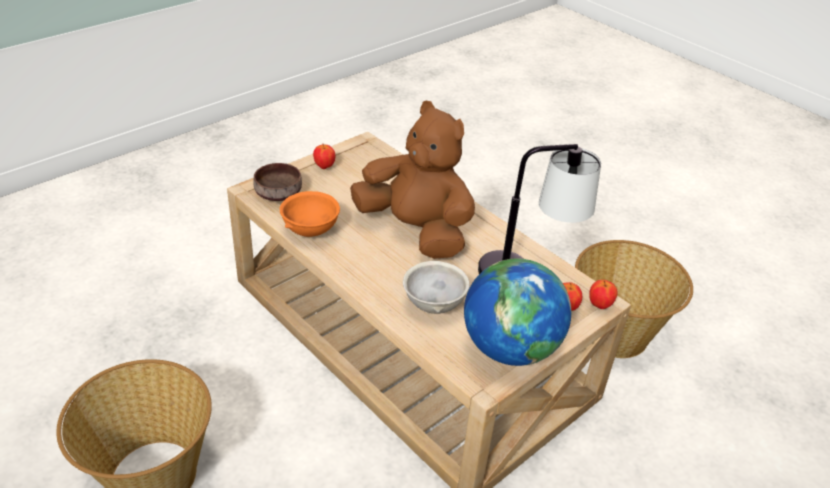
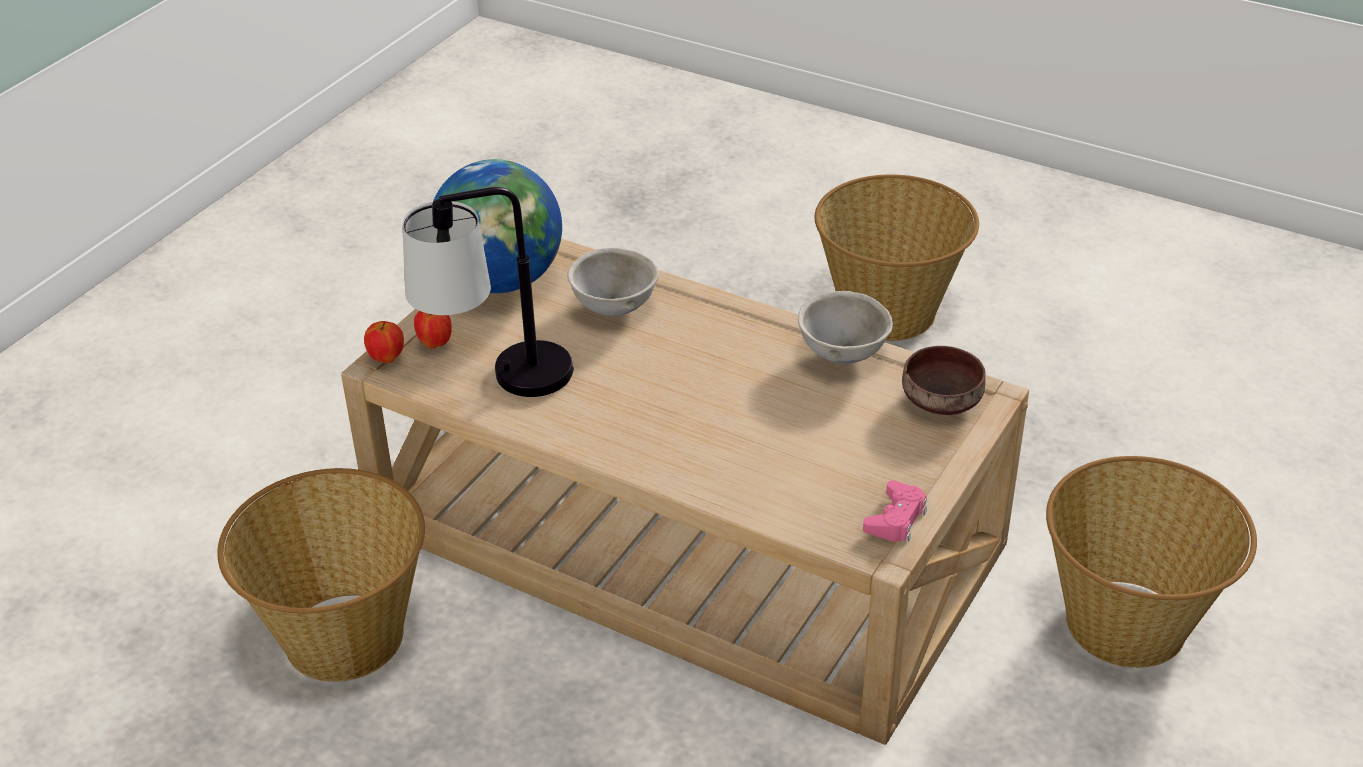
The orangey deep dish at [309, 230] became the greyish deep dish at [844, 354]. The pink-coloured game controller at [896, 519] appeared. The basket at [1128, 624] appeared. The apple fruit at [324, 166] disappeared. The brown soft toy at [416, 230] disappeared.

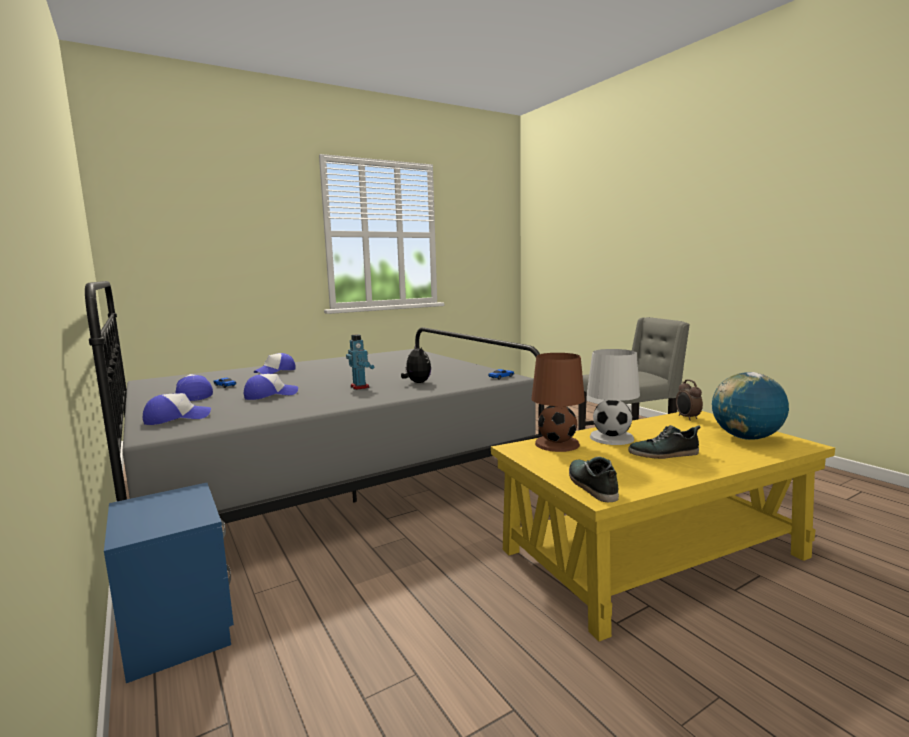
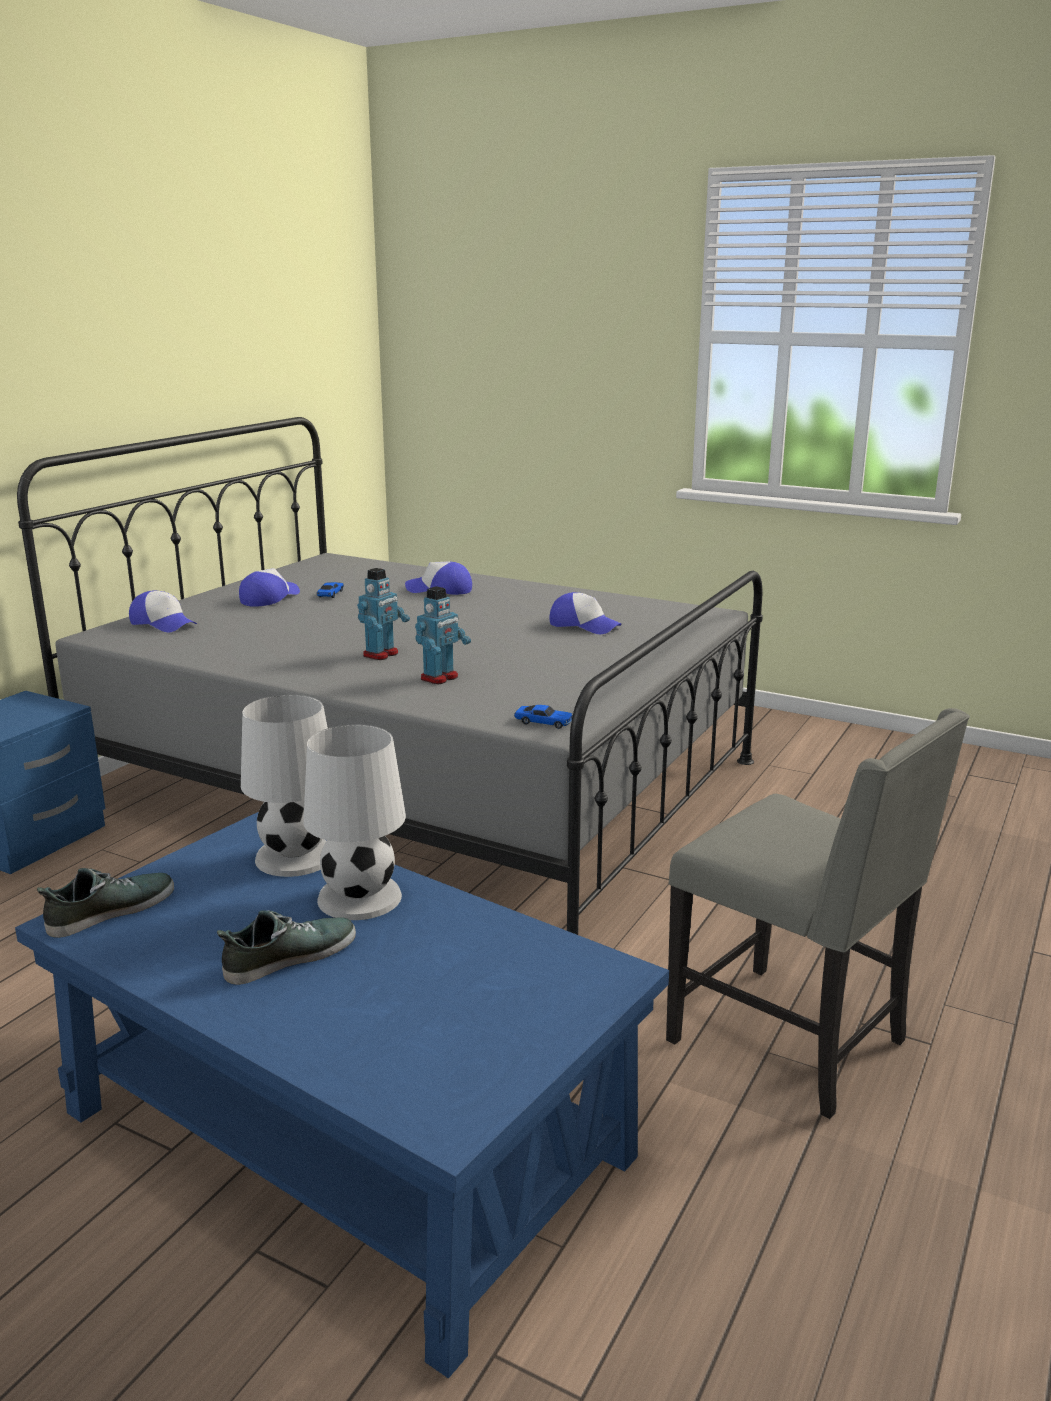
The yellowish lounge table at [652, 554] became the bluish lounge table at [342, 1134]. The item of footwear at [664, 454] turned 90 degrees clockwise. The brown lamp for a table at [556, 444] became the white lamp for a table at [295, 856]. The soft toy at [417, 383] was replaced by the model robot at [440, 678]. The cap moved from [270, 395] to [584, 625]. The table clock at [687, 418] disappeared. The world globe at [746, 438] disappeared.

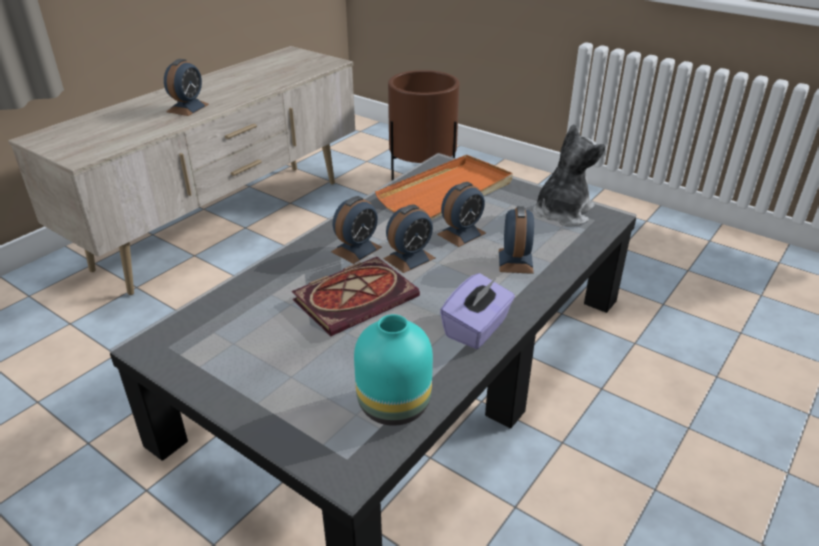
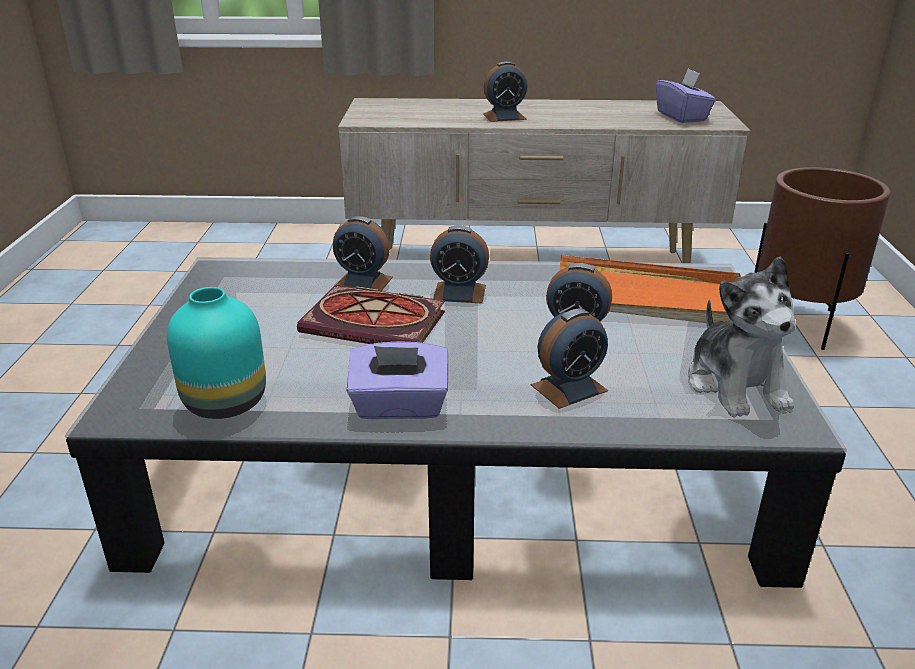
The table clock moved from [409, 258] to [363, 282]. The purple-coloured tissue holder at [682, 116] appeared. The soft toy at [561, 213] turned 75 degrees clockwise.

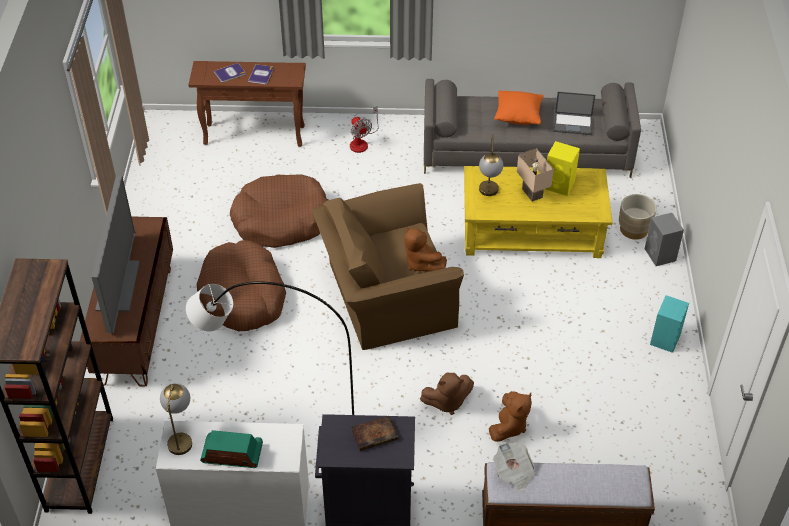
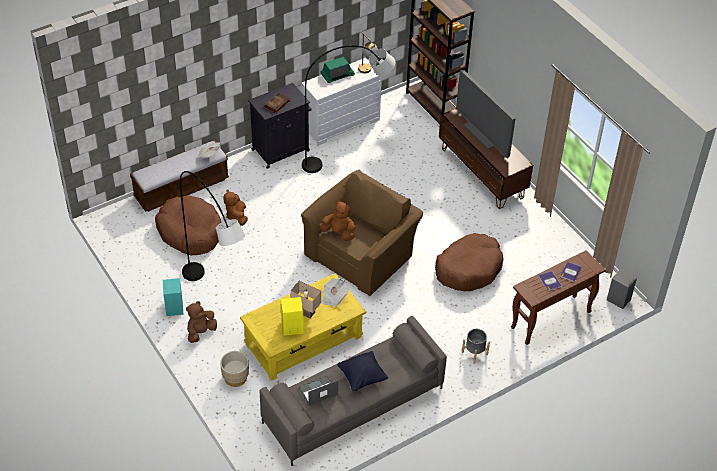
The brown dog bed moved from [243, 296] to [190, 232]. The greyish standing lamp at [217, 298] appeared. The brown soft toy moved from [447, 402] to [201, 332]. The lamp for a table at [488, 194] was replaced by the daily paper at [333, 297]. The orangey cushion at [518, 117] became the blackish cushion at [362, 377]. The cooling fan at [362, 142] was replaced by the greyish flower pot at [474, 353]. The greyish loudspeaker moved from [660, 255] to [618, 299].

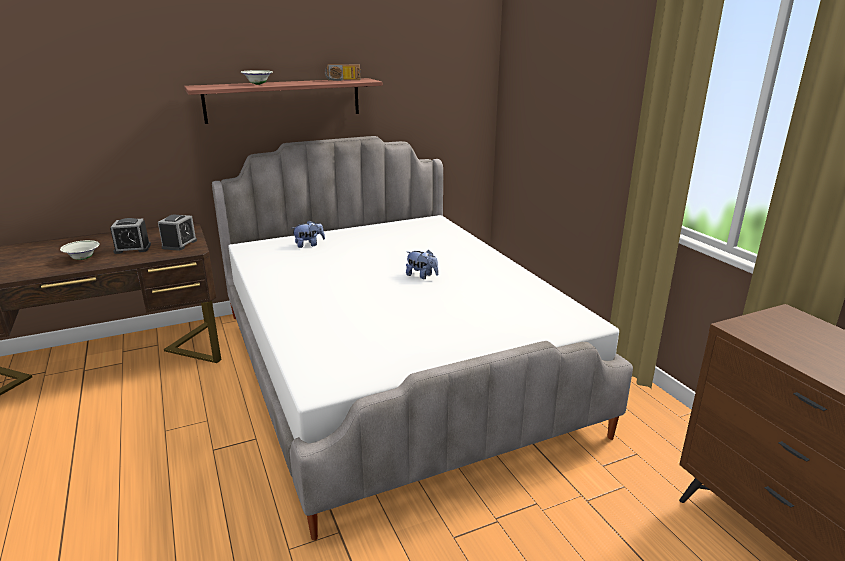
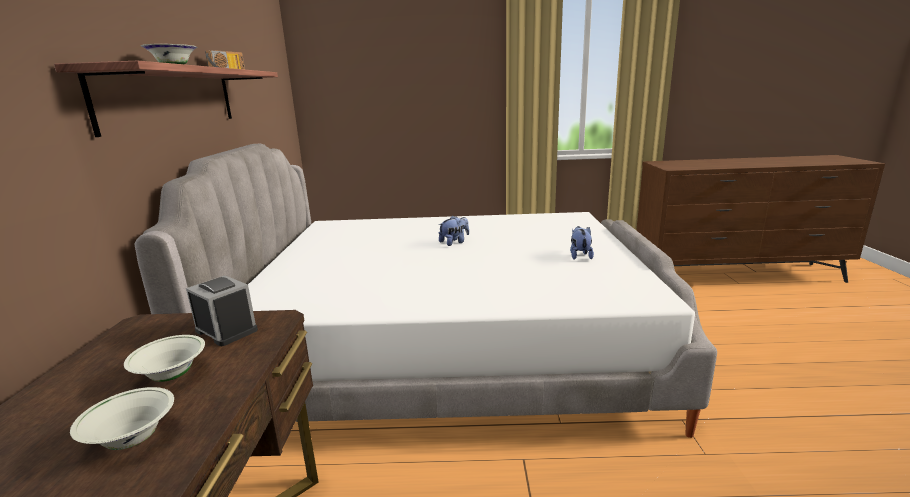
The table clock at [132, 248] was replaced by the white deep dish at [172, 376]. The soft toy moved from [309, 245] to [579, 255].

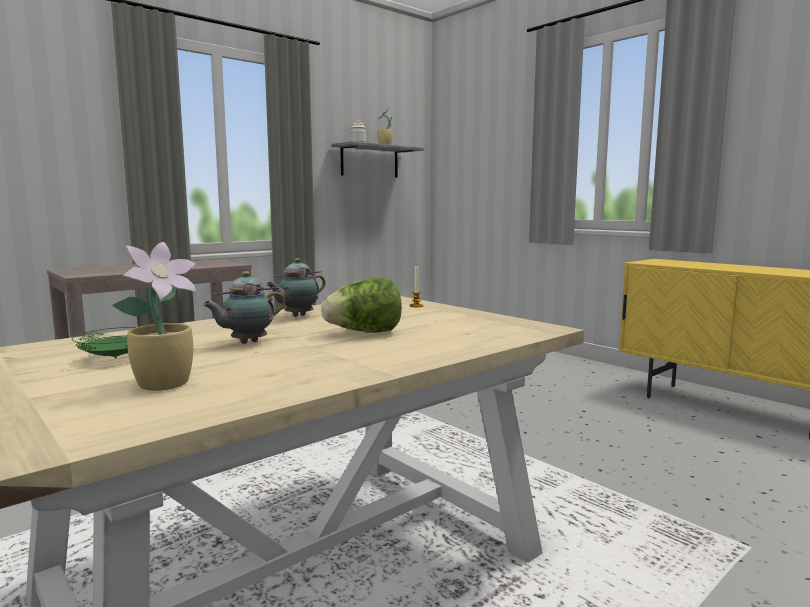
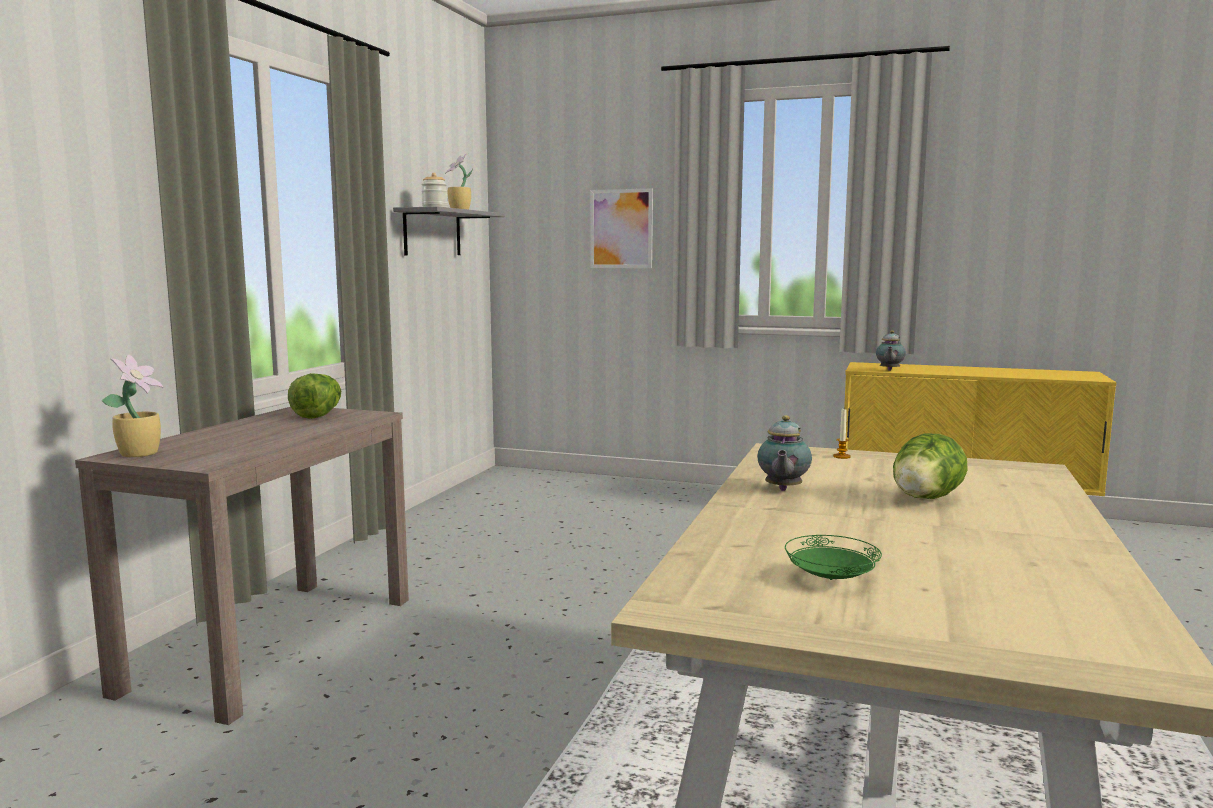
The houseplant moved from [167, 384] to [141, 454]. The head of lettuce at [318, 415] appeared. The wall picture at [621, 229] appeared. The pot for tea moved from [246, 343] to [889, 370].

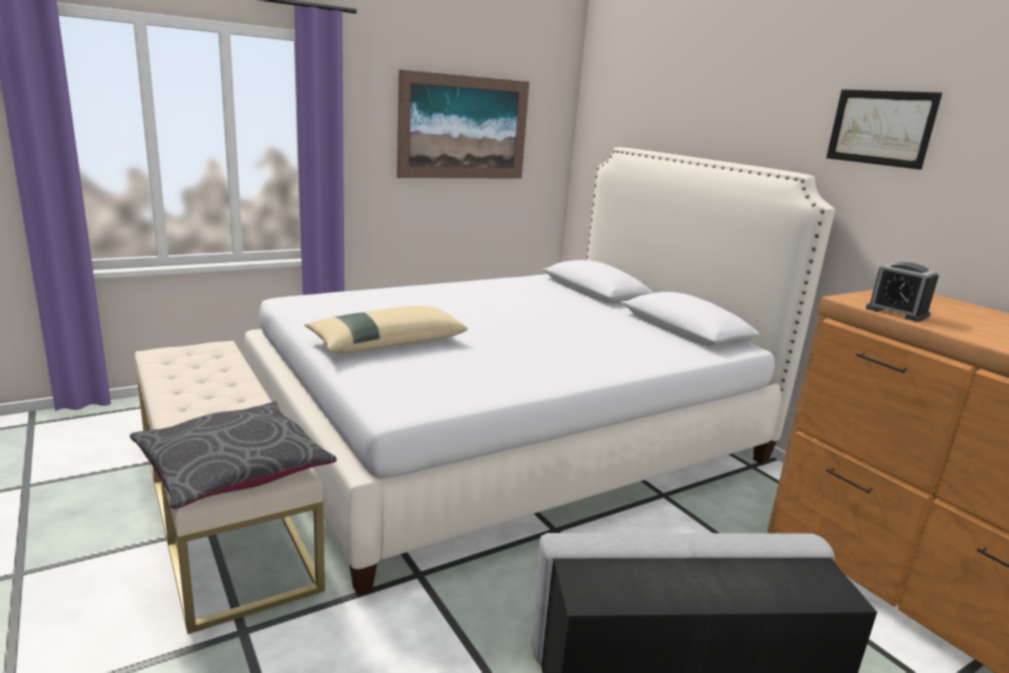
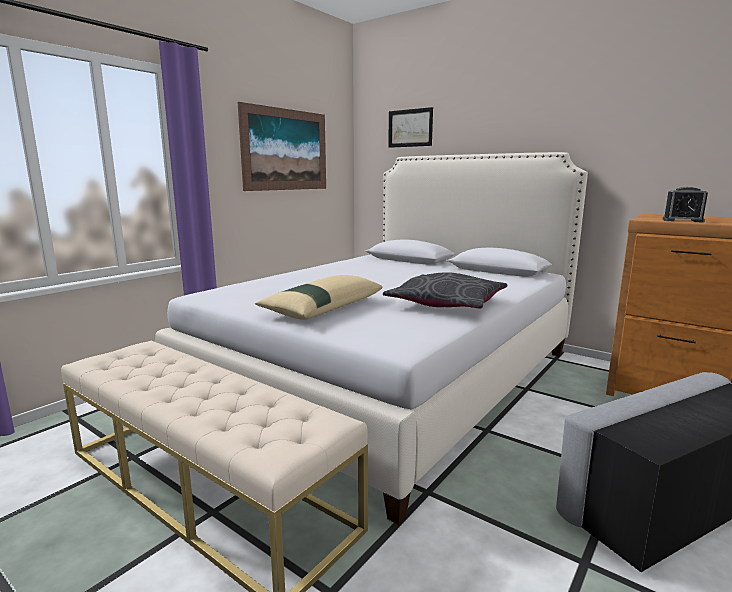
The greyish cushion moved from [233, 468] to [446, 303]. The wall picture moved from [880, 128] to [410, 128].

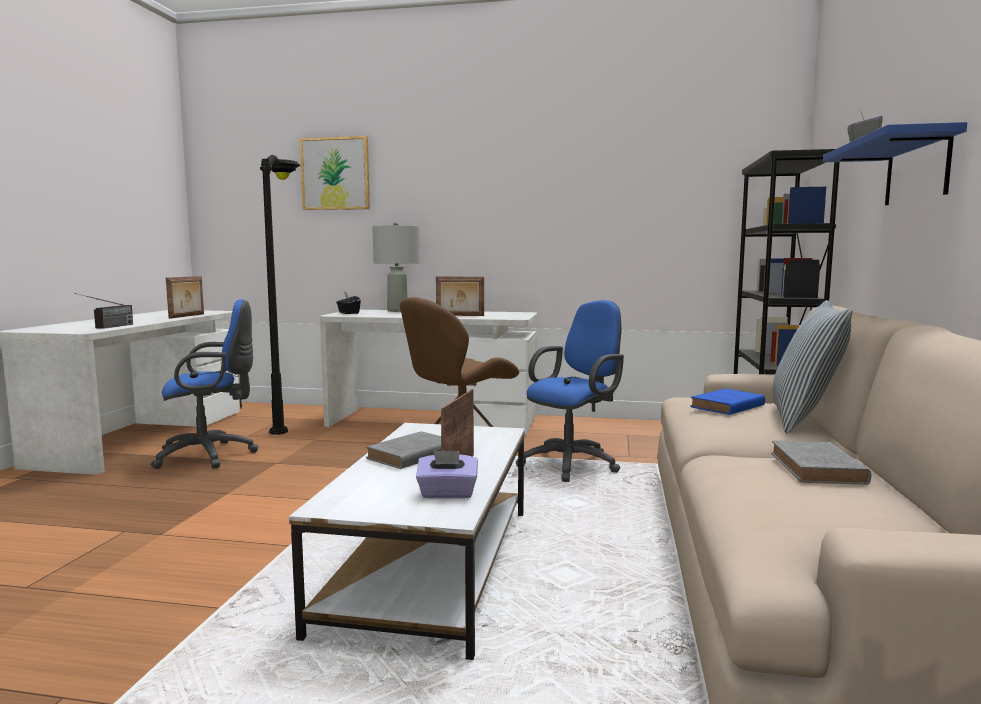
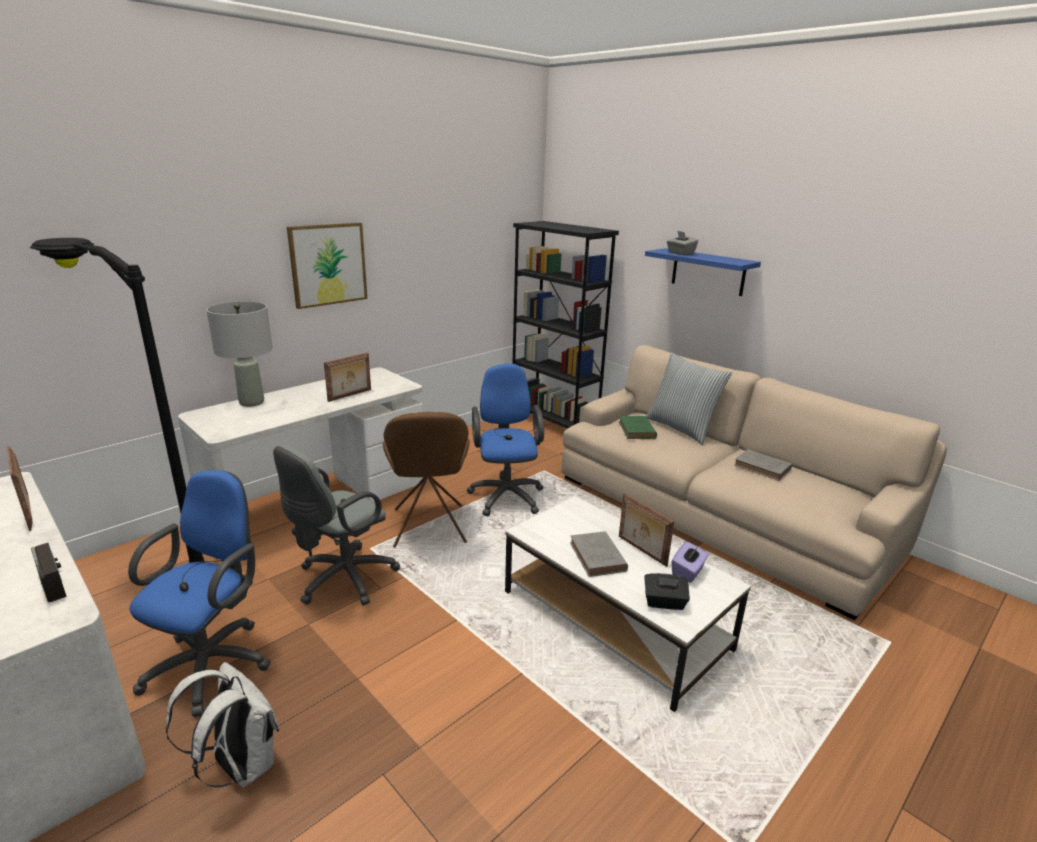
The white backpack at [240, 765] appeared. The greyish office chair at [341, 580] appeared. The wall picture moved from [335, 174] to [328, 264]. The bluish bound book at [726, 406] became the green bound book at [637, 431]. The blackish tissue holder moved from [348, 313] to [664, 602].

